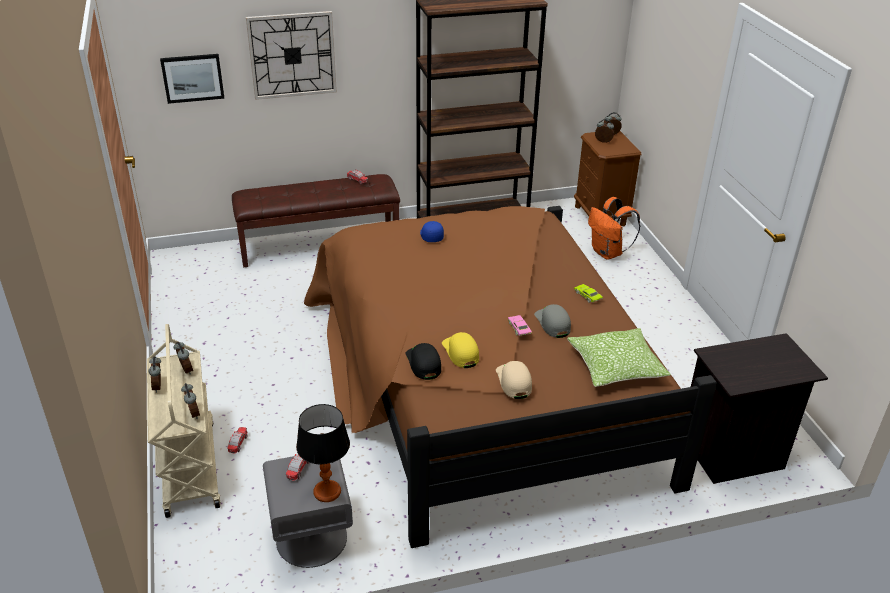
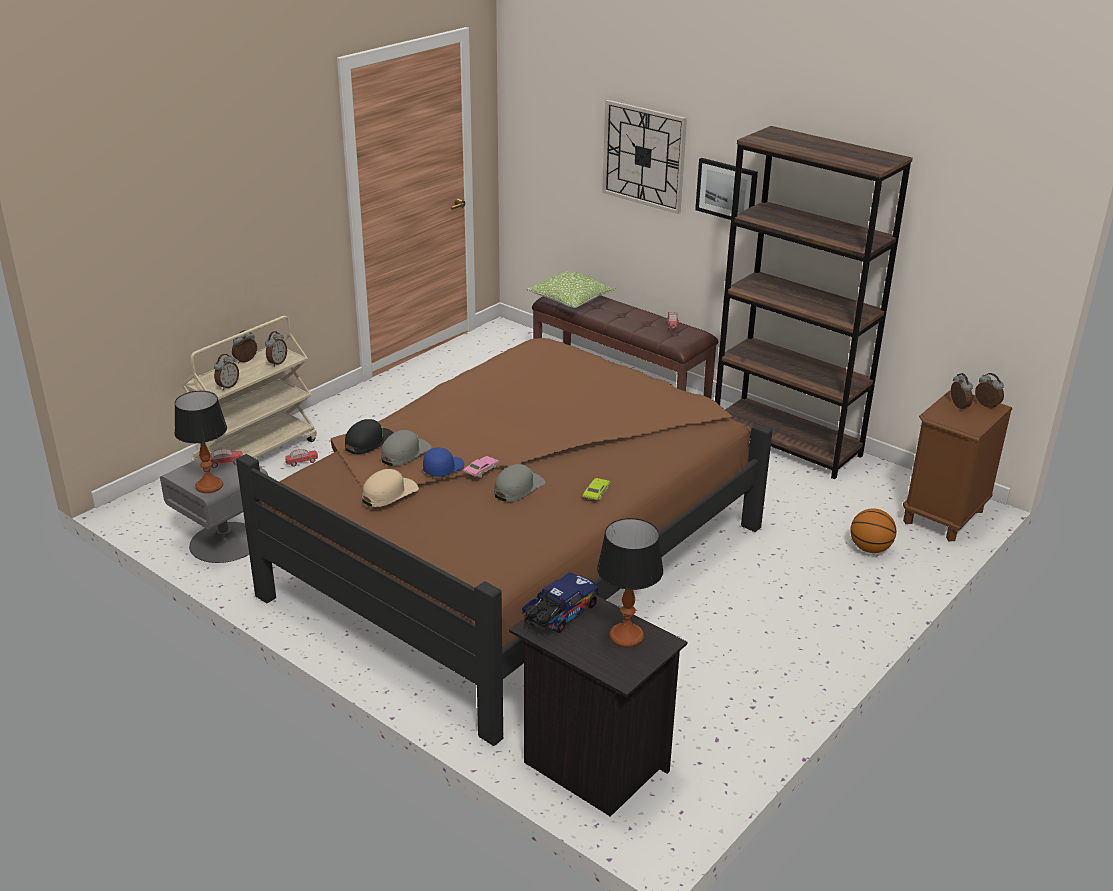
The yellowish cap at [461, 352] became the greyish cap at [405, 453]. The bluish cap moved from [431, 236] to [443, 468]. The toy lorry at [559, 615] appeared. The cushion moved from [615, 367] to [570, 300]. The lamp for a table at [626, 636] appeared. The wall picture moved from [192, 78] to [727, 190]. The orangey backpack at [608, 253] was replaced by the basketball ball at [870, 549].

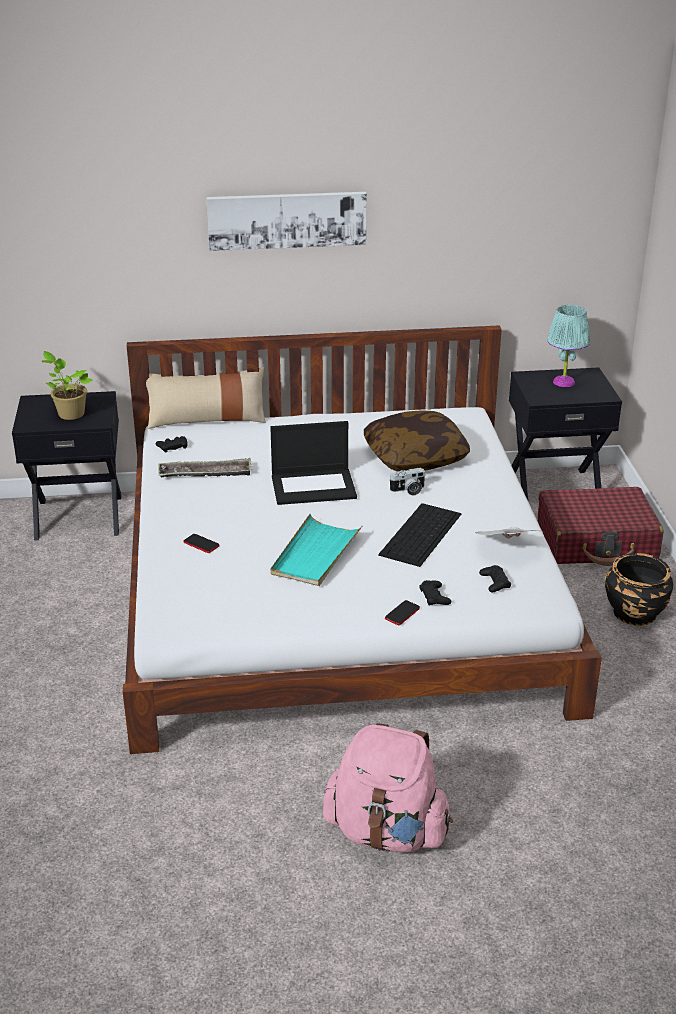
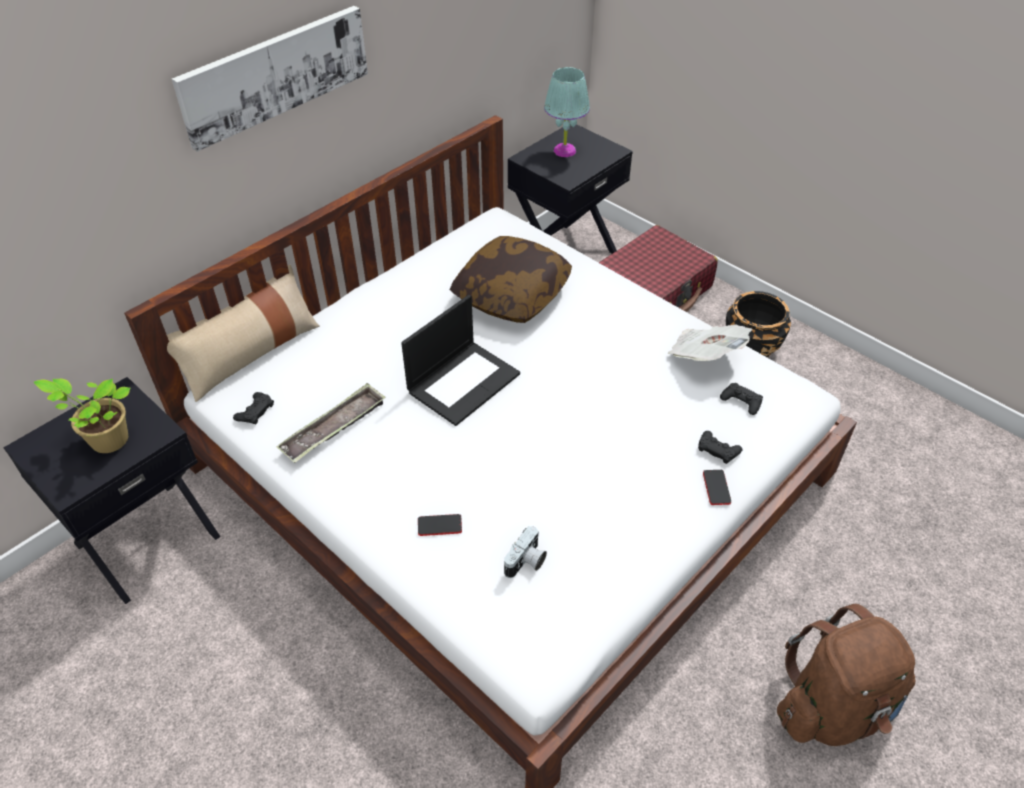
The photo camera moved from [408, 490] to [526, 562]. The pink-coloured backpack at [387, 832] became the brown backpack at [833, 707]. The blue-green tray at [315, 554] disappeared. The keyboard at [420, 535] disappeared.

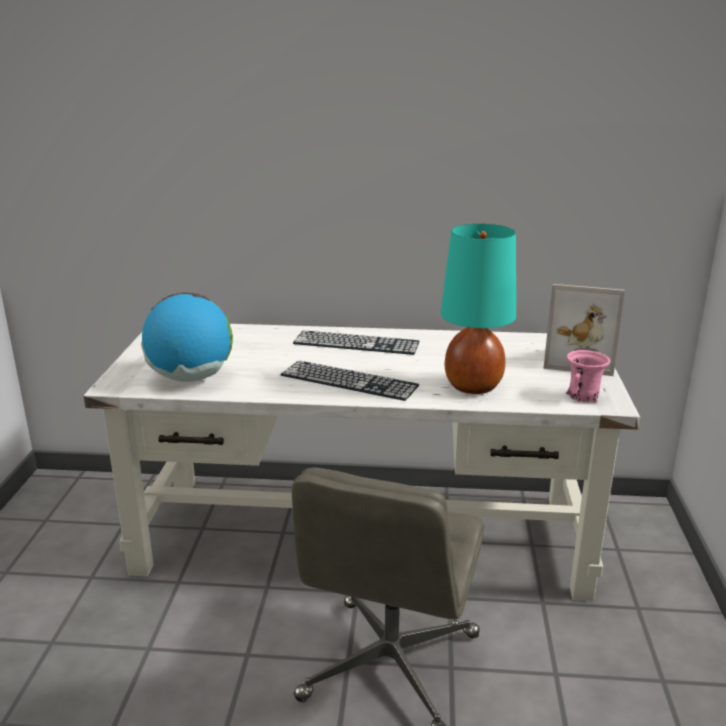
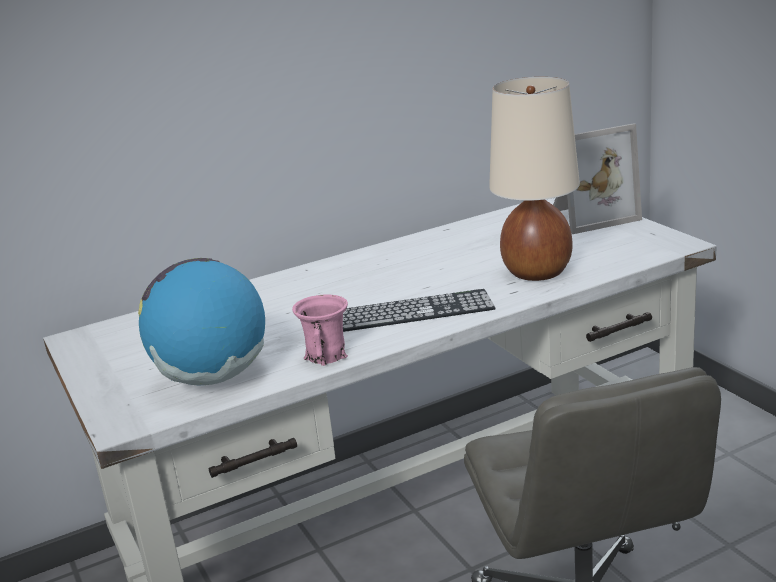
The pink-coloured tea mug moved from [583, 396] to [327, 355]. The blue-green lamp for a table at [472, 386] became the beige-coloured lamp for a table at [536, 273]. The keyboard at [356, 343] disappeared.

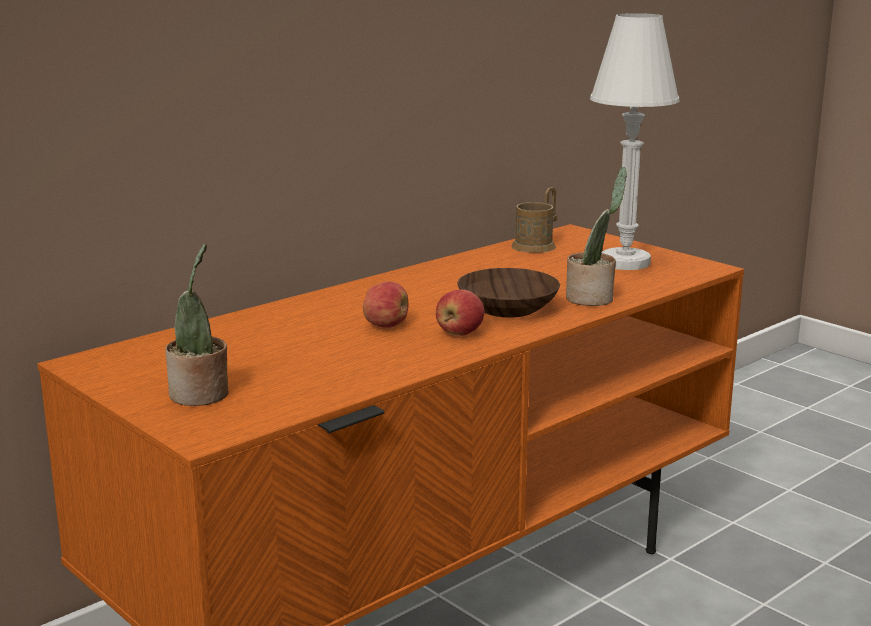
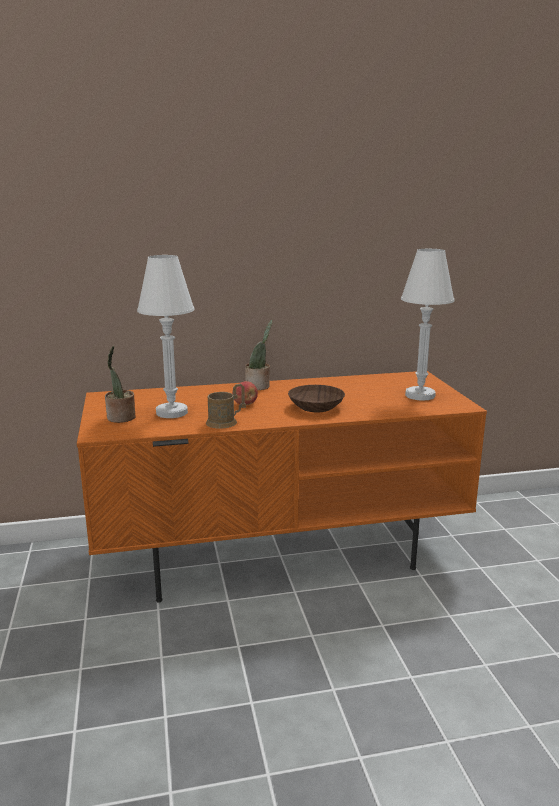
The white lamp for a table at [171, 412] appeared. The brown tea mug moved from [537, 245] to [226, 422]. The houseplant moved from [593, 298] to [259, 386]. The apple fruit at [459, 333] disappeared.

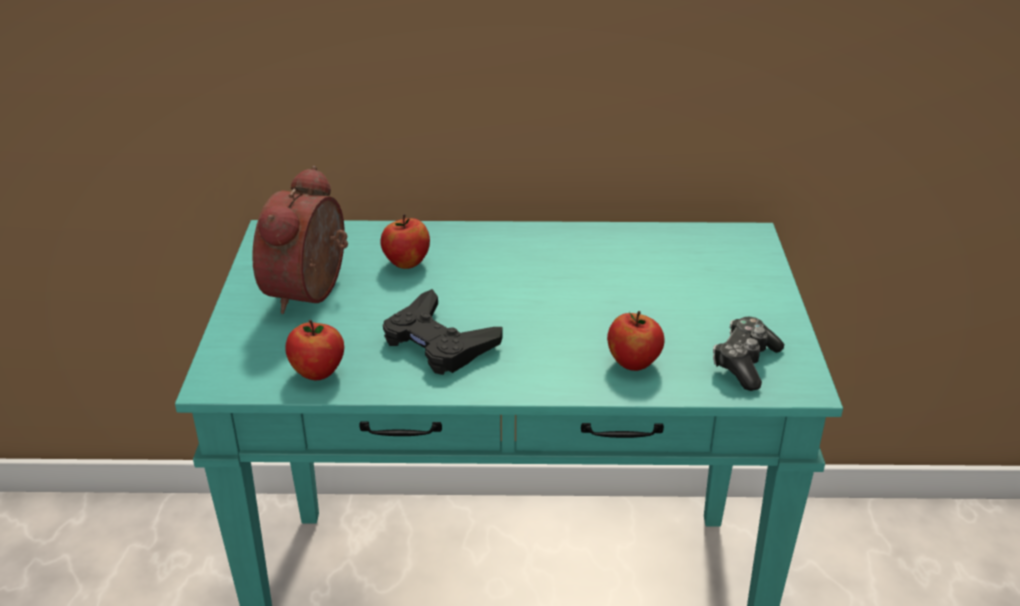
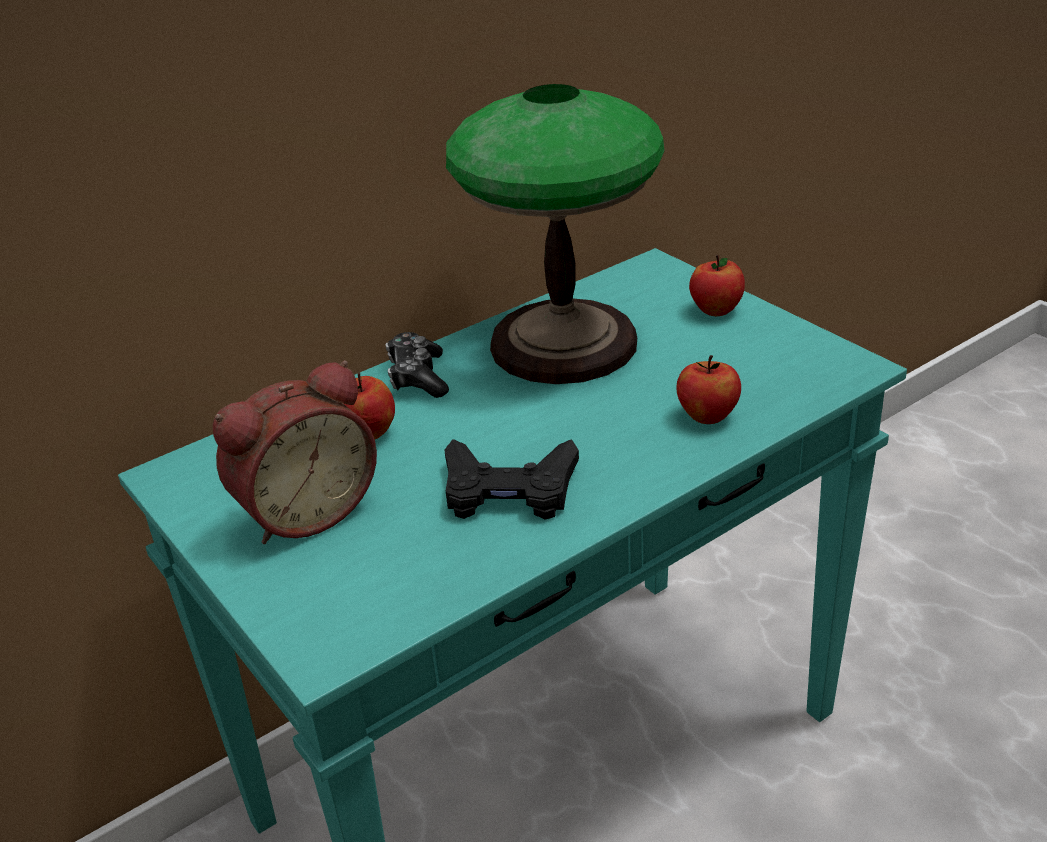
The table clock at [312, 292] turned 105 degrees counterclockwise. The game controller moved from [745, 362] to [418, 377]. The lamp for a table at [565, 343] appeared. The apple fruit moved from [318, 372] to [716, 310].

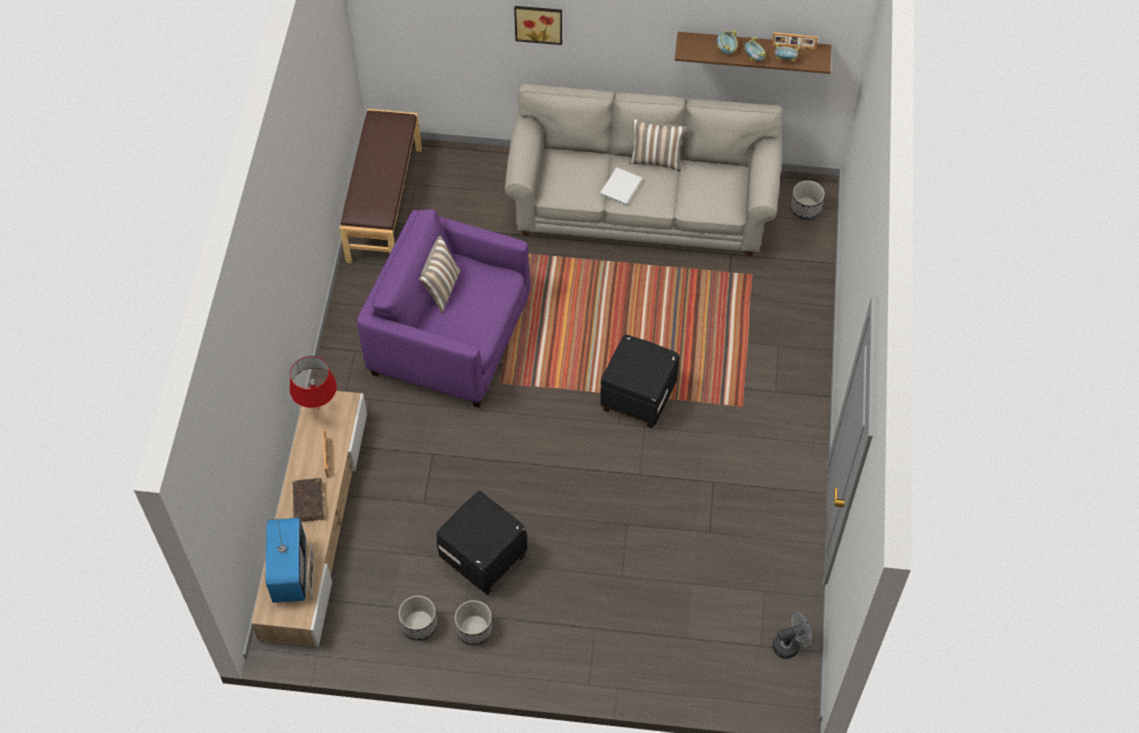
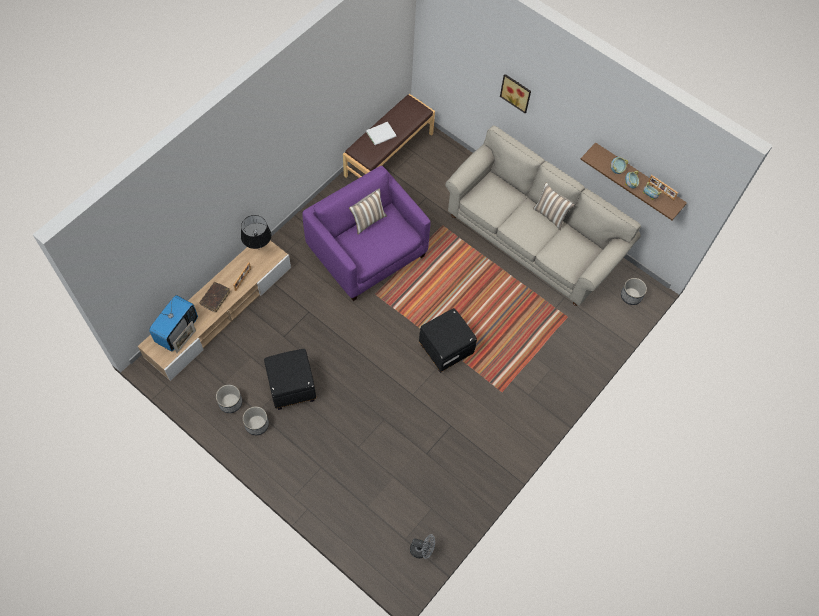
The reddish lamp for a table at [318, 409] became the blackish lamp for a table at [259, 250]. The white bound book moved from [622, 187] to [382, 134].

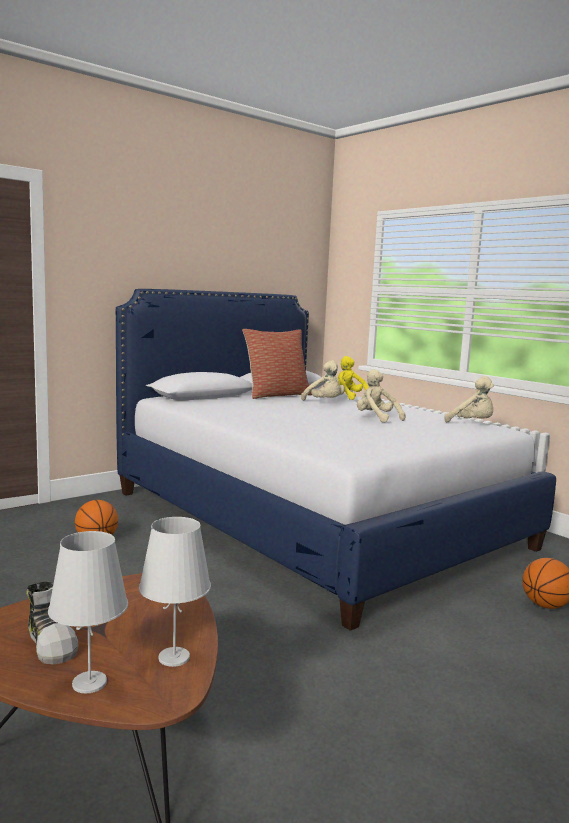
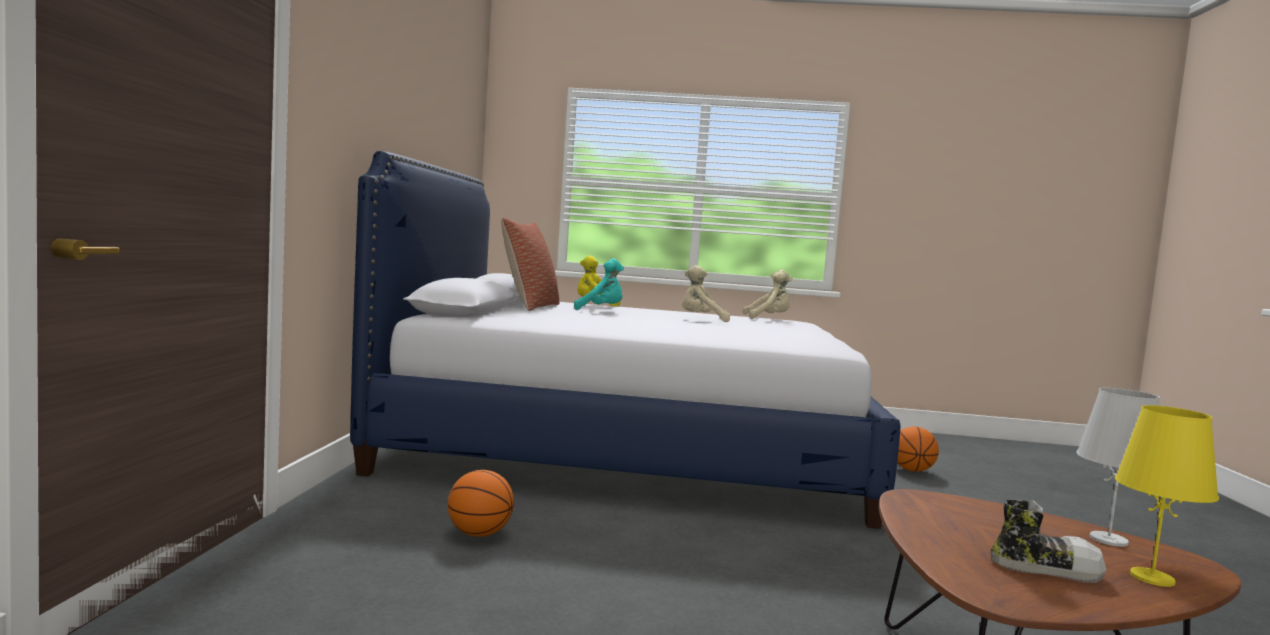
The beige-coloured soft toy at [325, 402] became the blue-green soft toy at [601, 310]. The white lamp for a table at [90, 683] became the yellowish lamp for a table at [1152, 577].

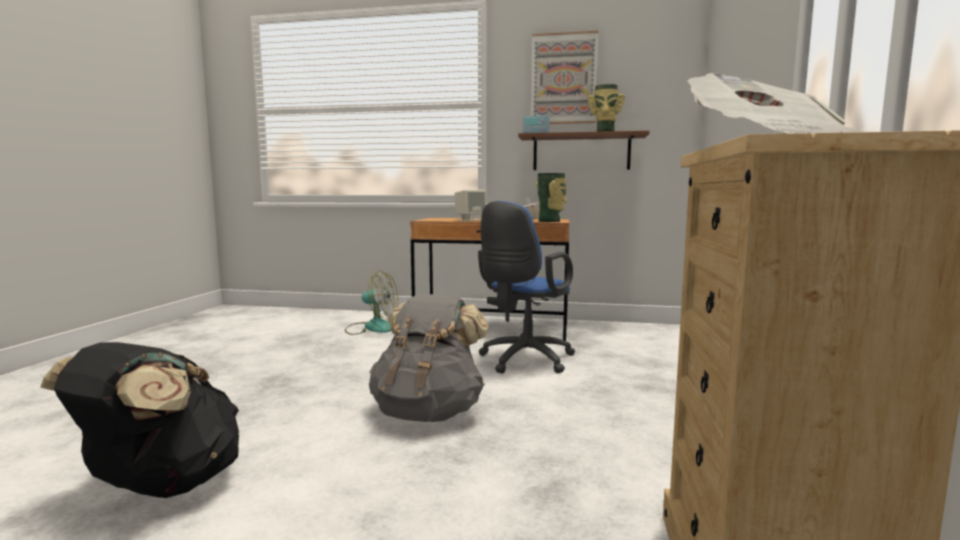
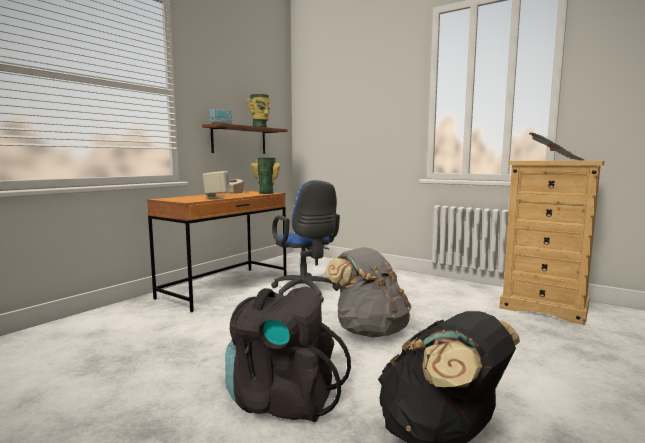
The blackish backpack at [283, 400] appeared. The cooling fan at [371, 327] disappeared. The wall picture at [563, 79] disappeared.

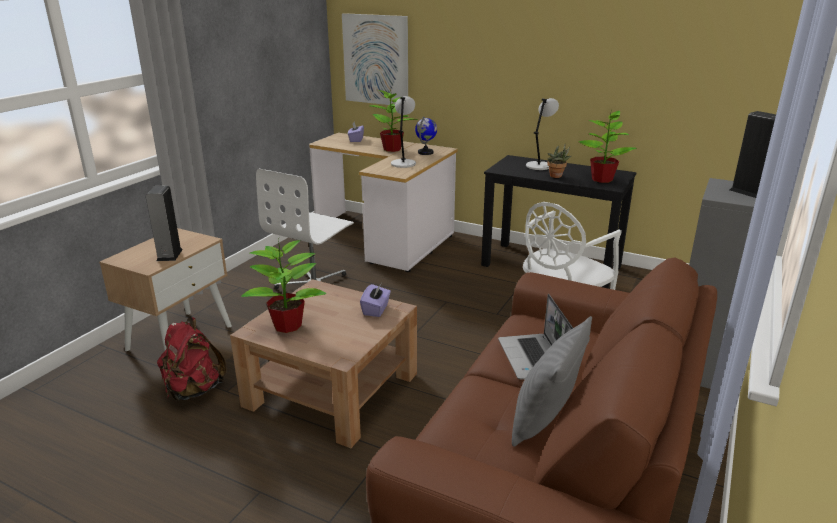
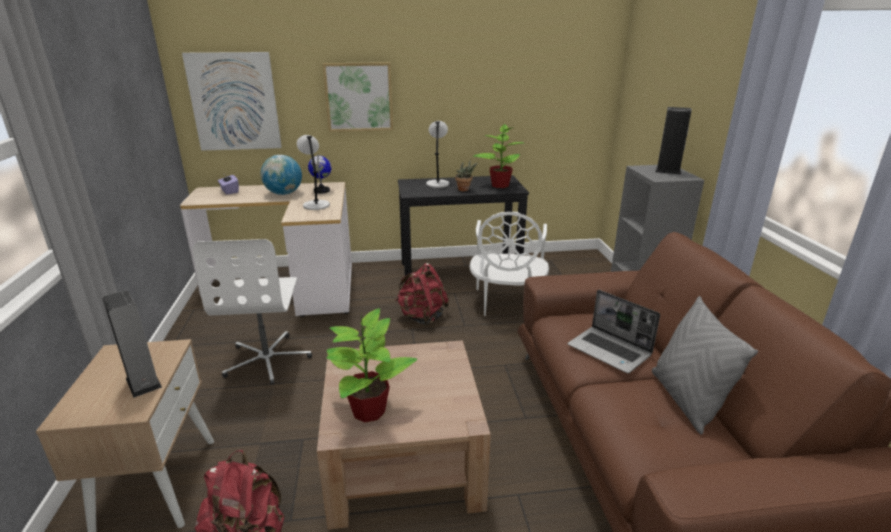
The houseplant at [392, 149] was replaced by the world globe at [283, 194]. The wall picture at [359, 97] appeared. The reddish backpack at [422, 317] appeared. The purple-coloured tissue holder at [376, 309] disappeared.

